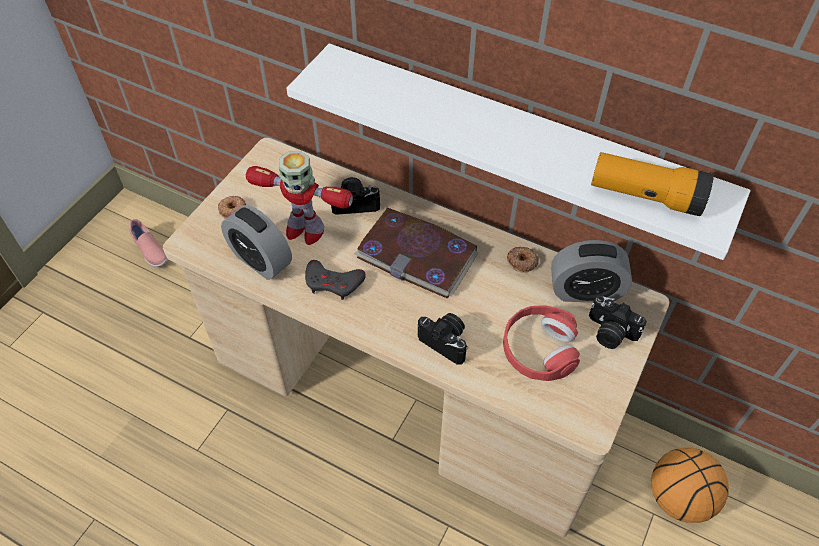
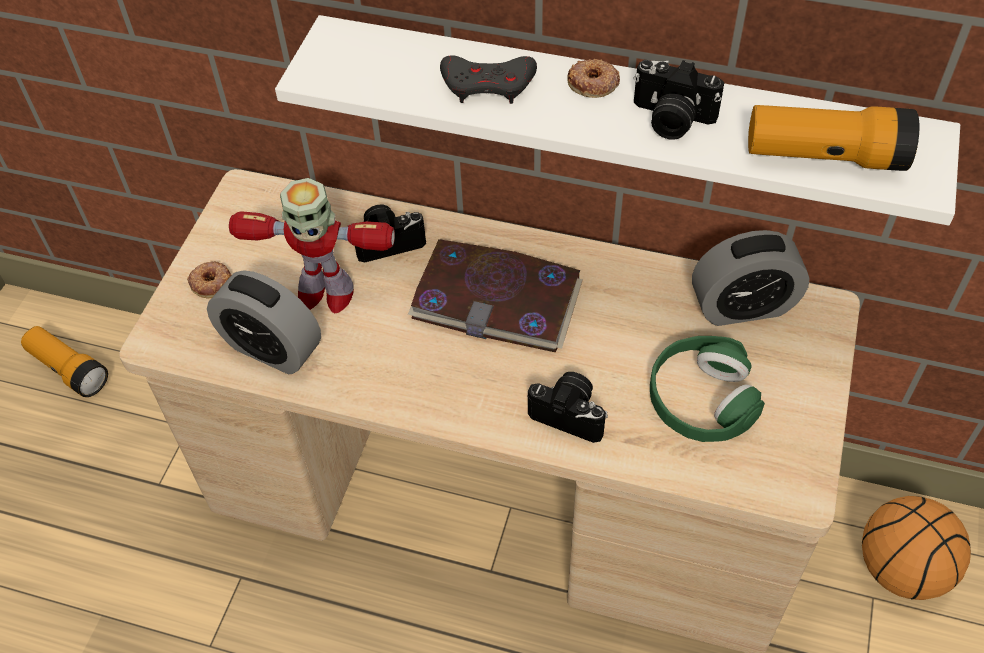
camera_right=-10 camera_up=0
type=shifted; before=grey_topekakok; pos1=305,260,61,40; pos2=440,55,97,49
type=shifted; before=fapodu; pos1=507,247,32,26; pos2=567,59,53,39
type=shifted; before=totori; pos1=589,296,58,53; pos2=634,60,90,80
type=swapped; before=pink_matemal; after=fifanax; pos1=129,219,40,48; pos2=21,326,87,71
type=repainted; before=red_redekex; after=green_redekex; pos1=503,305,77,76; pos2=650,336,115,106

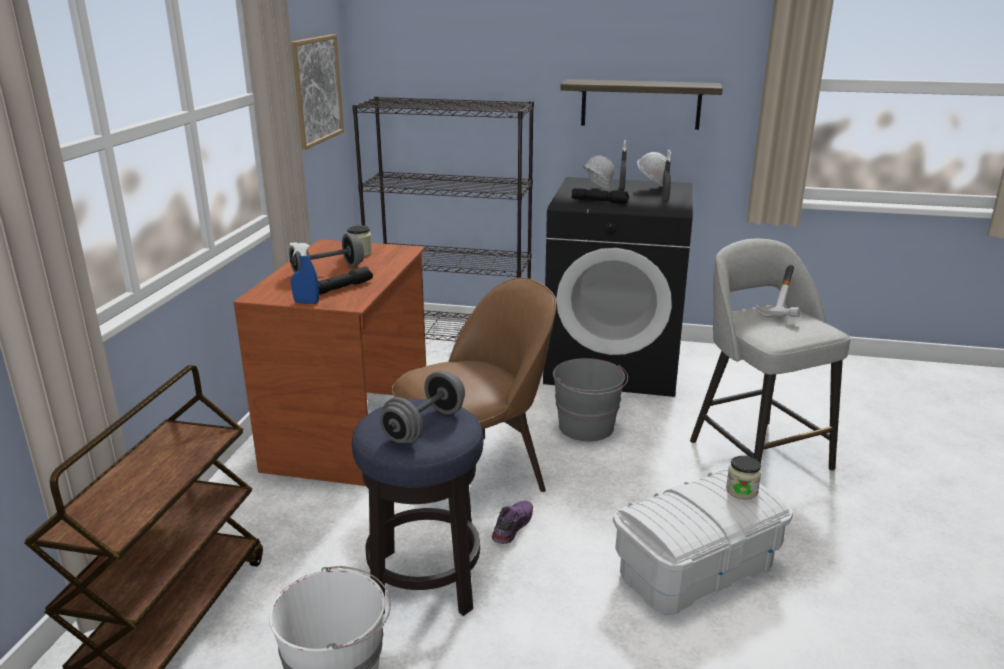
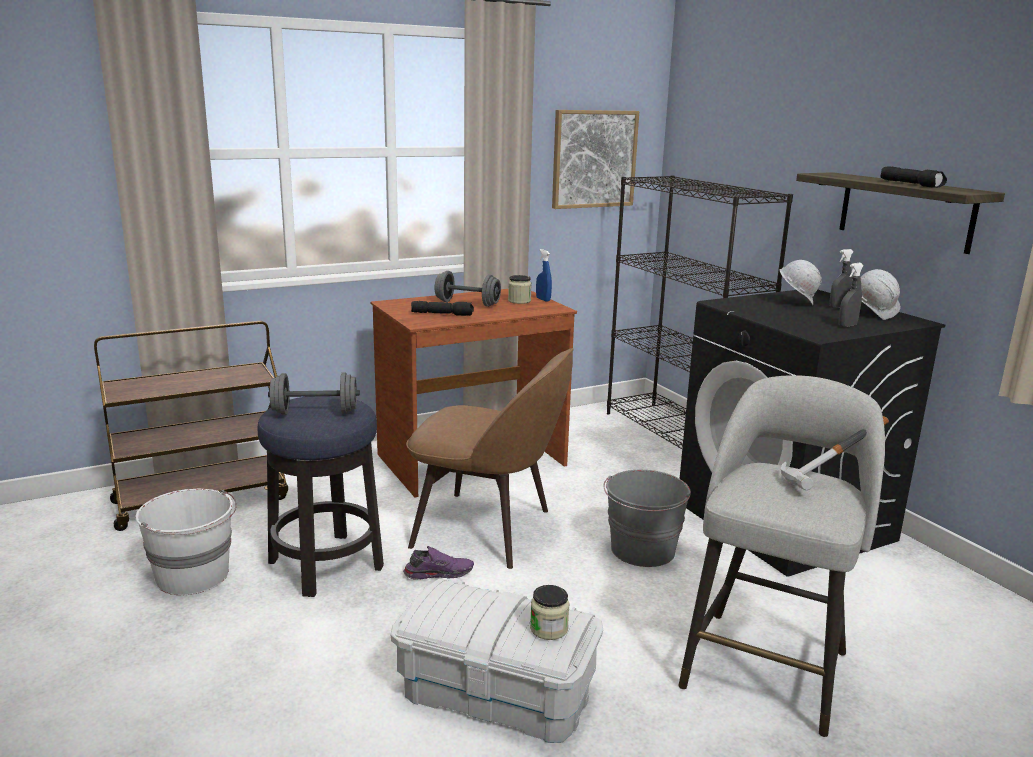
camera_right=50 camera_up=-5
type=shifted; before=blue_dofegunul; pos1=290,242,29,62; pos2=536,249,16,53
type=shifted; before=black_fifanax; pos1=571,188,58,16; pos2=880,166,67,22

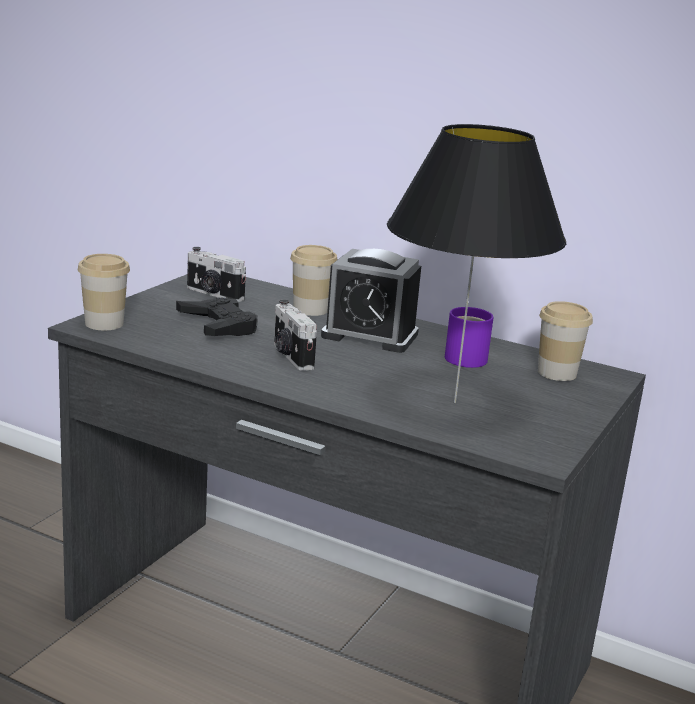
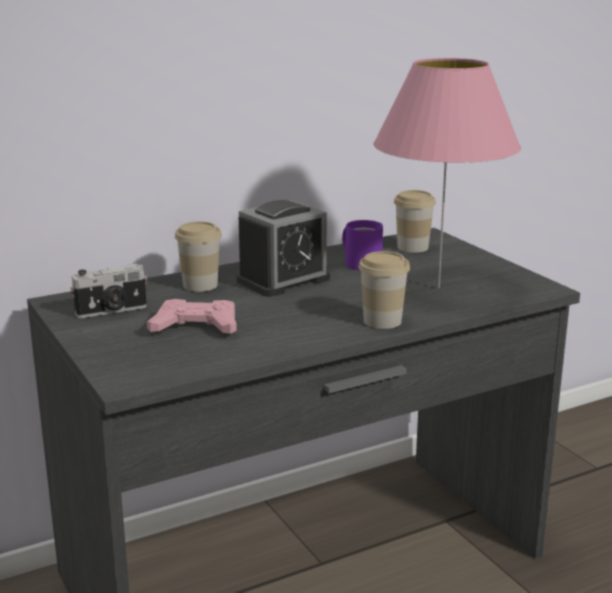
camera_right=-55 camera_up=0
type=gone; before=totori; pos1=274,299,43,72
type=shifted; before=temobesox; pos1=78,254,52,76; pos2=358,251,52,78
type=repainted; before=black_topekakok; after=pink_topekakok; pos1=176,297,82,39; pos2=147,299,90,35
type=repainted; before=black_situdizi; after=pink_situdizi; pos1=387,124,179,279; pos2=373,58,148,230

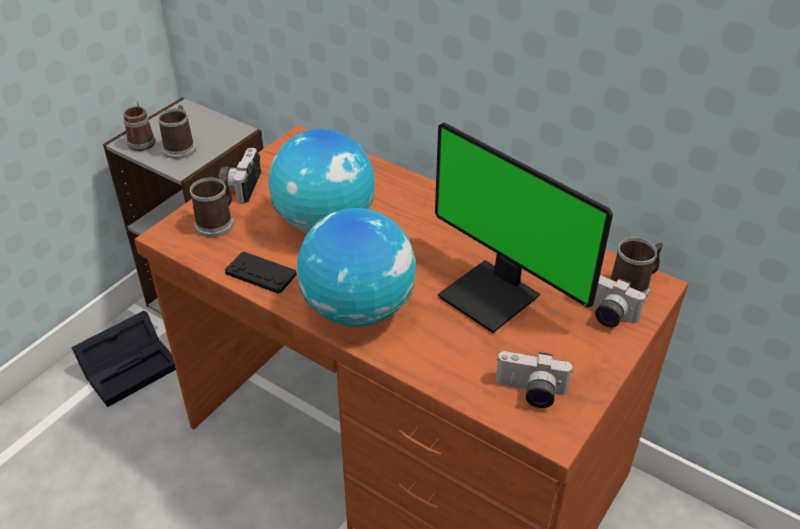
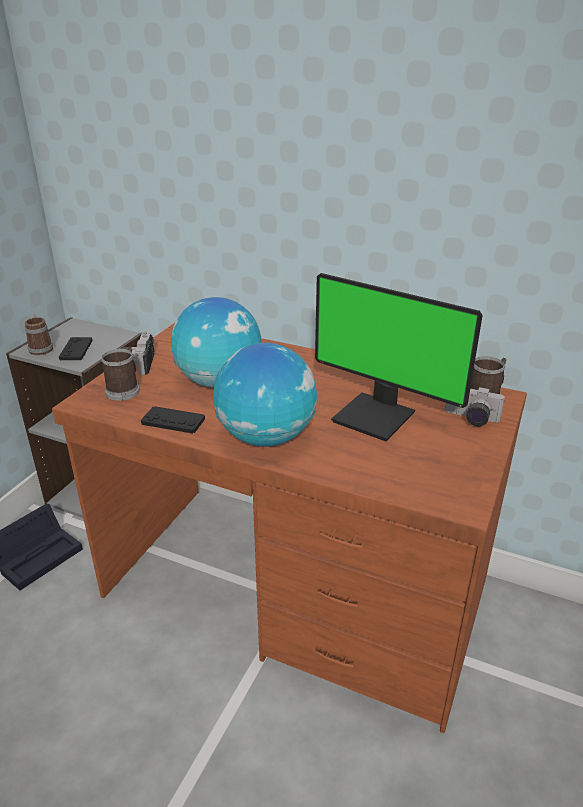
camera_right=-10 camera_up=-10
type=gone; before=totori; pos1=496,351,77,57
type=swapped; before=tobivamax; after=black_topekakok; pos1=158,105,38,54; pos2=59,337,34,23

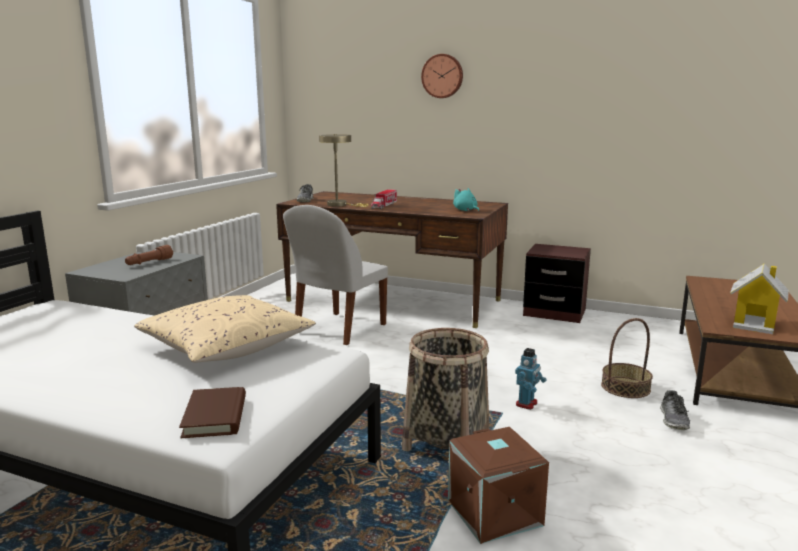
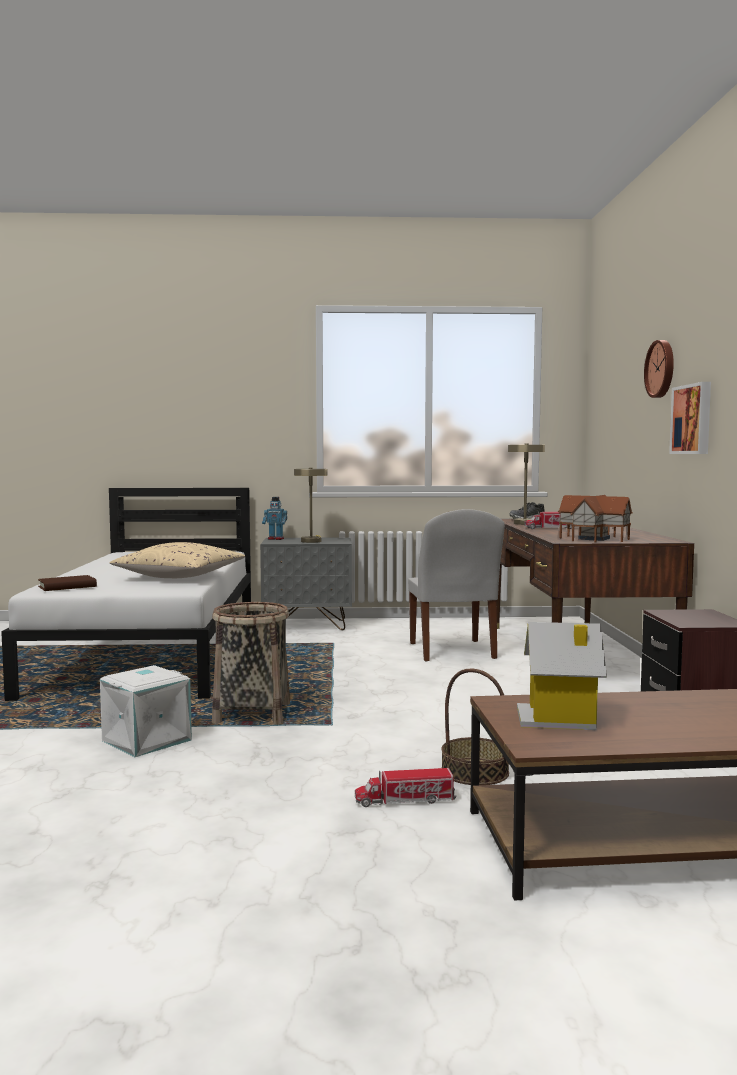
camera_right=65 camera_up=-10
type=new; after=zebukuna; pos2=669,382,42,72
type=shifted; before=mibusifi; pos1=515,348,31,62; pos2=262,497,25,43
type=swapped; before=brown_fifanax; after=beige_situdizi; pos1=125,245,48,20; pos2=294,468,34,75
type=swapped; before=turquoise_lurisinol; after=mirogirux; pos1=453,188,26,23; pos2=558,495,75,48
type=swapped; before=matemal; after=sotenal; pos1=660,390,30,40; pos2=355,768,101,39
type=repainted; before=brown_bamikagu; after=white_bamikagu; pos1=448,427,101,117; pos2=100,665,92,92
type=rotated; before=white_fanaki; pos1=283,205,105,140; pos2=408,509,97,152; turn=-105

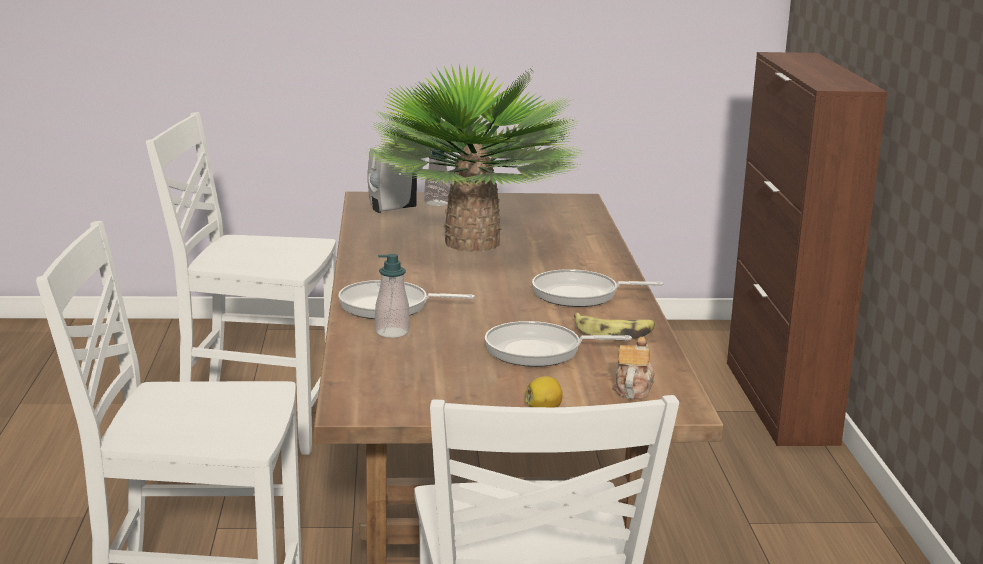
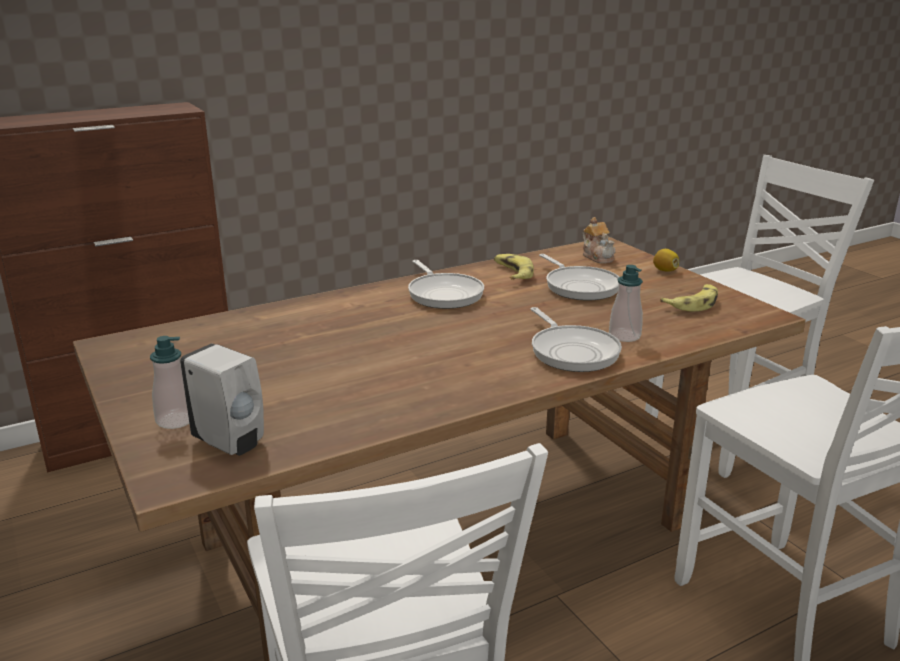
camera_right=-115 camera_up=5
type=gone; before=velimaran; pos1=367,64,217,188
type=new; after=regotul; pos2=660,284,58,27
type=rotated; before=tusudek; pos1=612,337,43,62; pos2=583,217,32,47; turn=-105

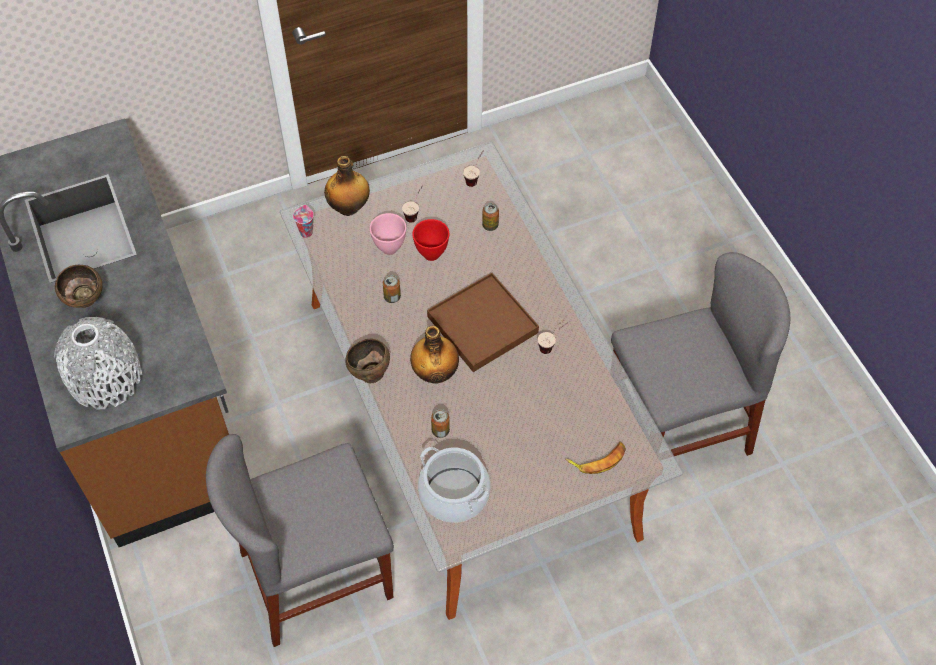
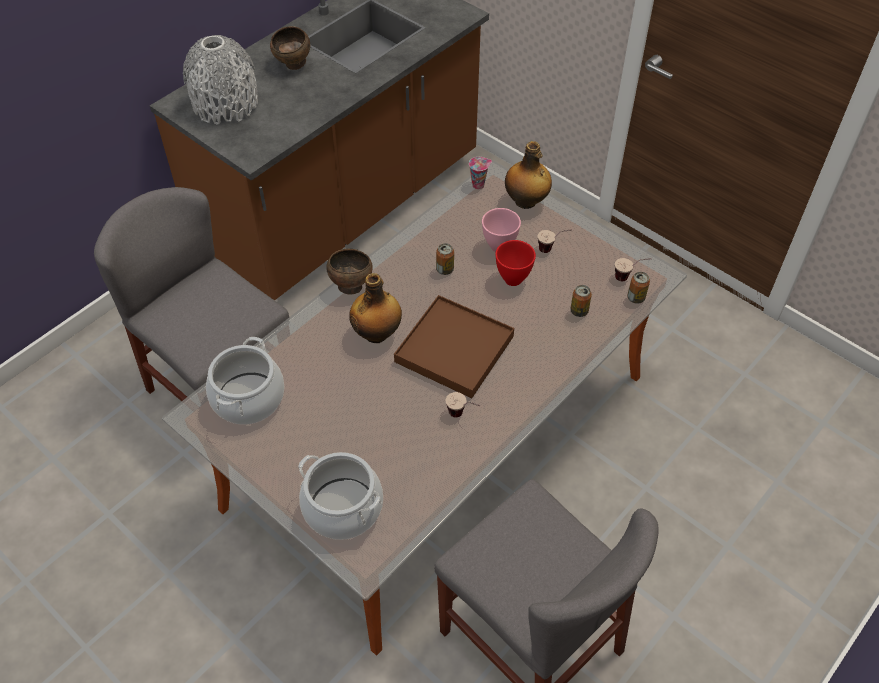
camera_right=65 camera_up=-5
type=shifted; before=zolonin; pos1=431,409,19,29; pos2=627,272,23,32
type=swapped; before=regotul; after=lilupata; pos1=565,442,61,32; pos2=298,452,85,88

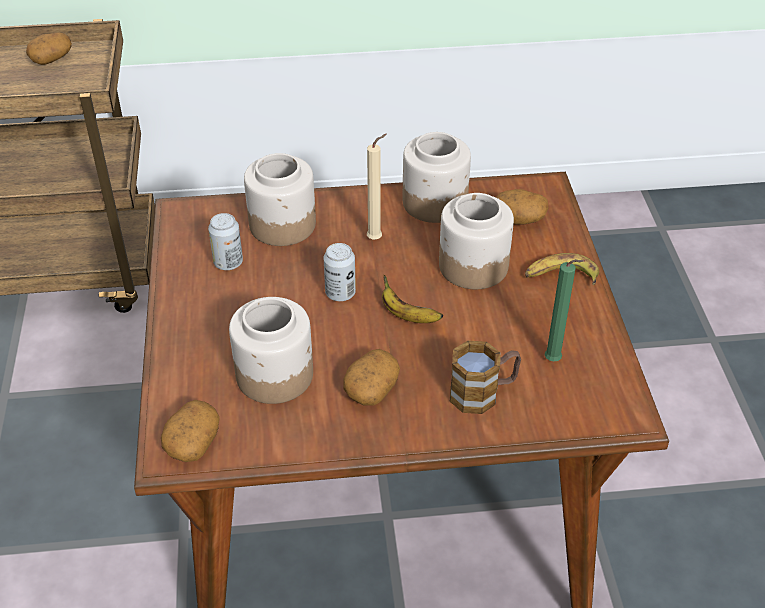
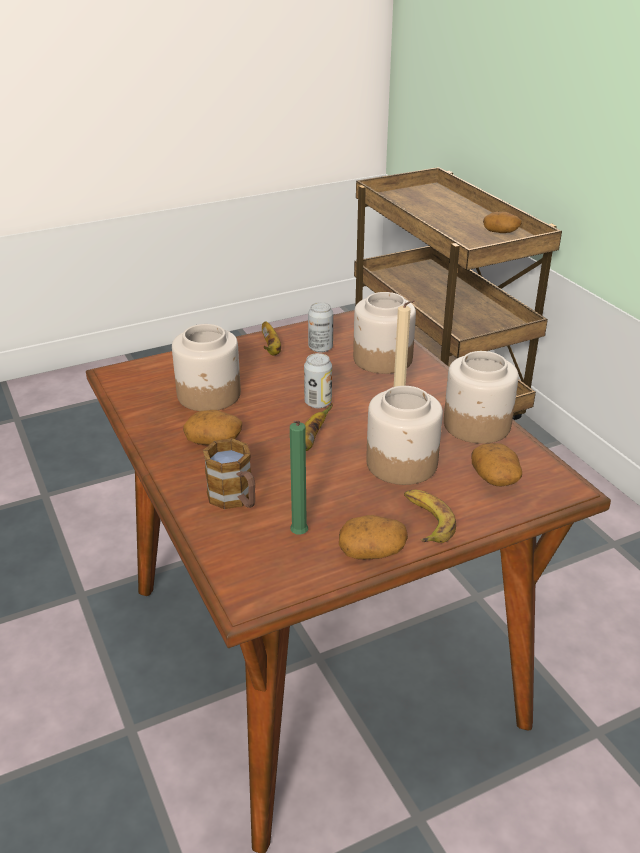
camera_right=70 camera_up=-10
type=new; after=regotul; pos2=262,322,19,34
type=shifted; before=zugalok; pos1=161,400,59,62; pos2=339,515,69,44

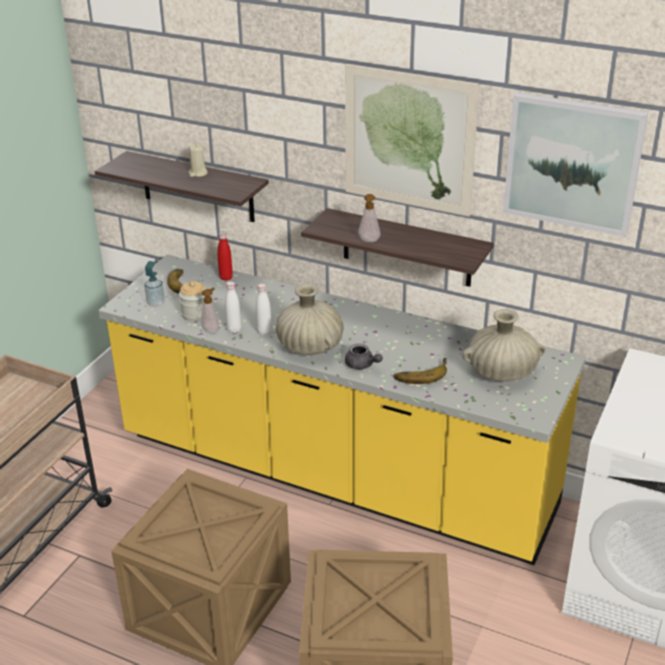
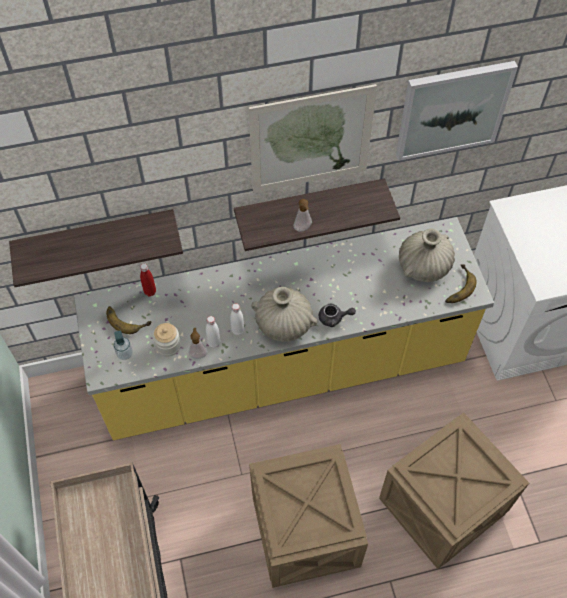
camera_right=-40 camera_up=25
type=gone; before=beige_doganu; pos1=189,144,19,33
type=shifted; before=regotul; pos1=393,358,54,26; pos2=445,265,32,38

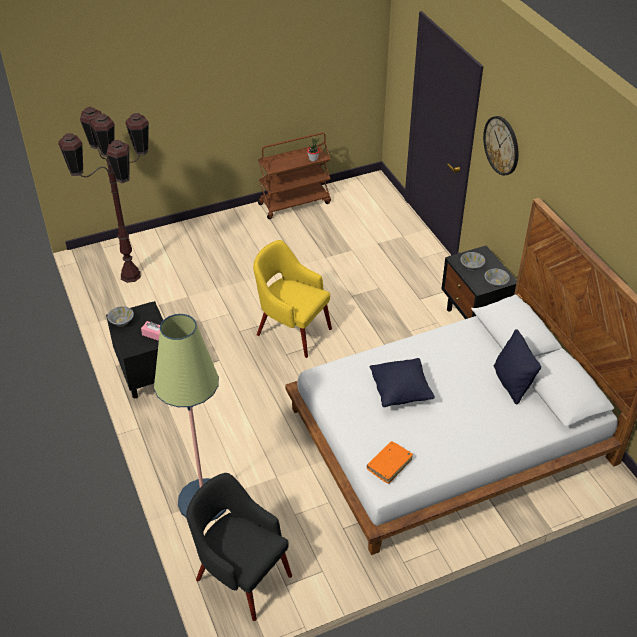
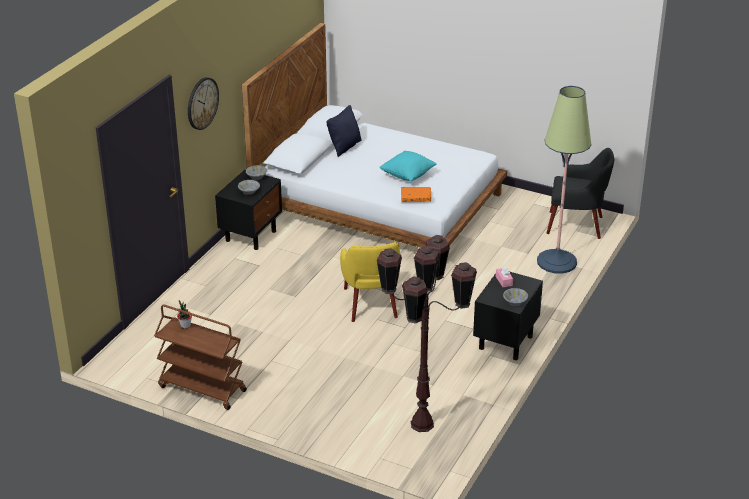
camera_right=-130 camera_up=-10
type=shifted; before=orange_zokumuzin; pos1=367,441,46,43; pos2=401,187,30,15
type=repainted; before=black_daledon; after=turquoise_daledon; pos1=370,358,65,49; pos2=380,151,57,30
type=rotated; before=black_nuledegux; pos1=186,473,106,148; pos2=546,148,68,91; turn=-75

